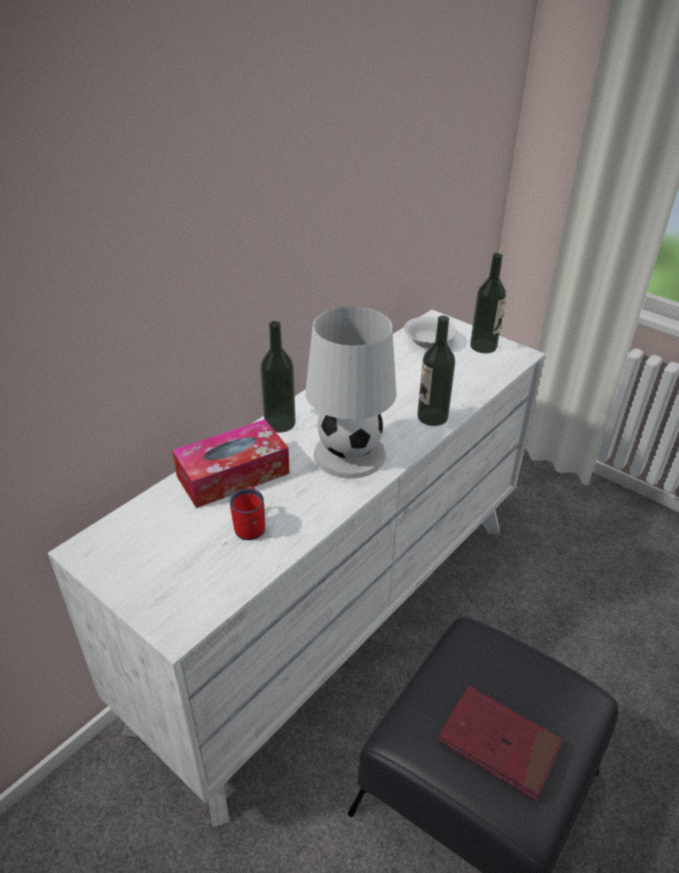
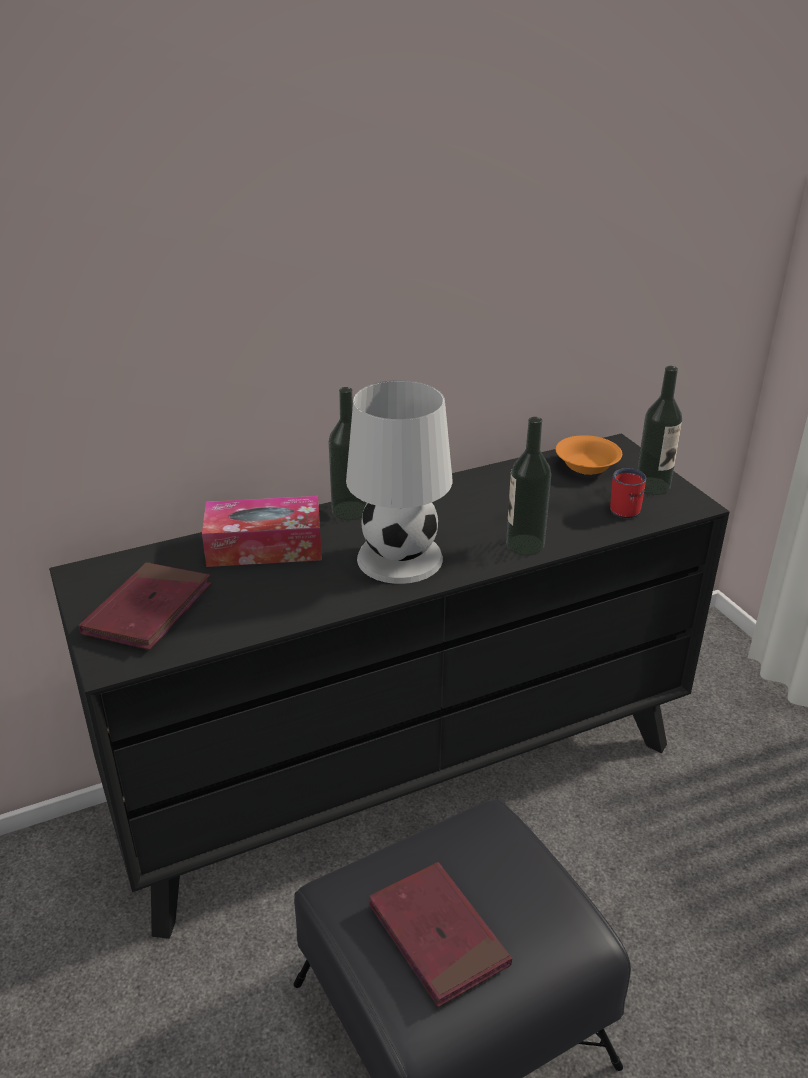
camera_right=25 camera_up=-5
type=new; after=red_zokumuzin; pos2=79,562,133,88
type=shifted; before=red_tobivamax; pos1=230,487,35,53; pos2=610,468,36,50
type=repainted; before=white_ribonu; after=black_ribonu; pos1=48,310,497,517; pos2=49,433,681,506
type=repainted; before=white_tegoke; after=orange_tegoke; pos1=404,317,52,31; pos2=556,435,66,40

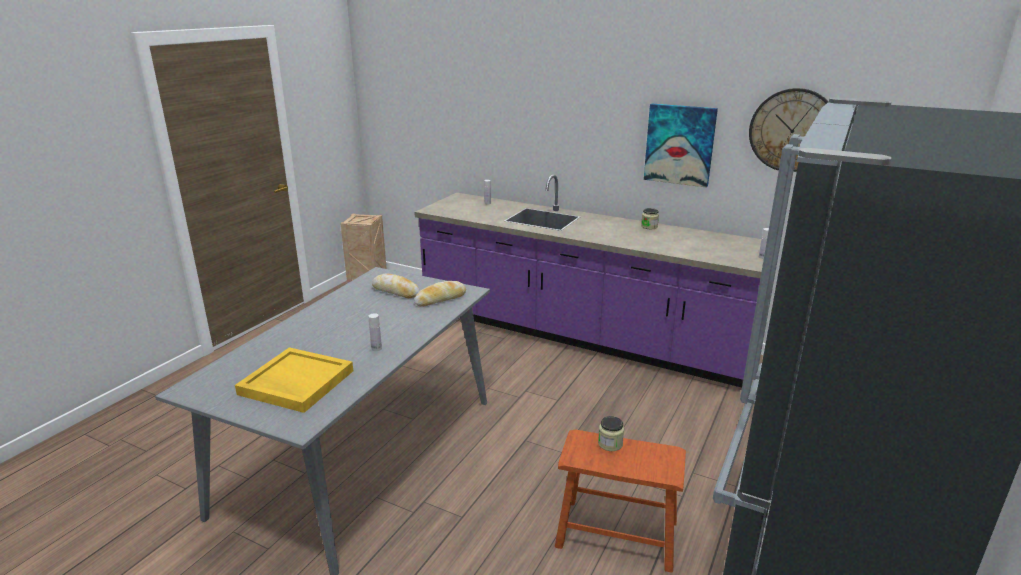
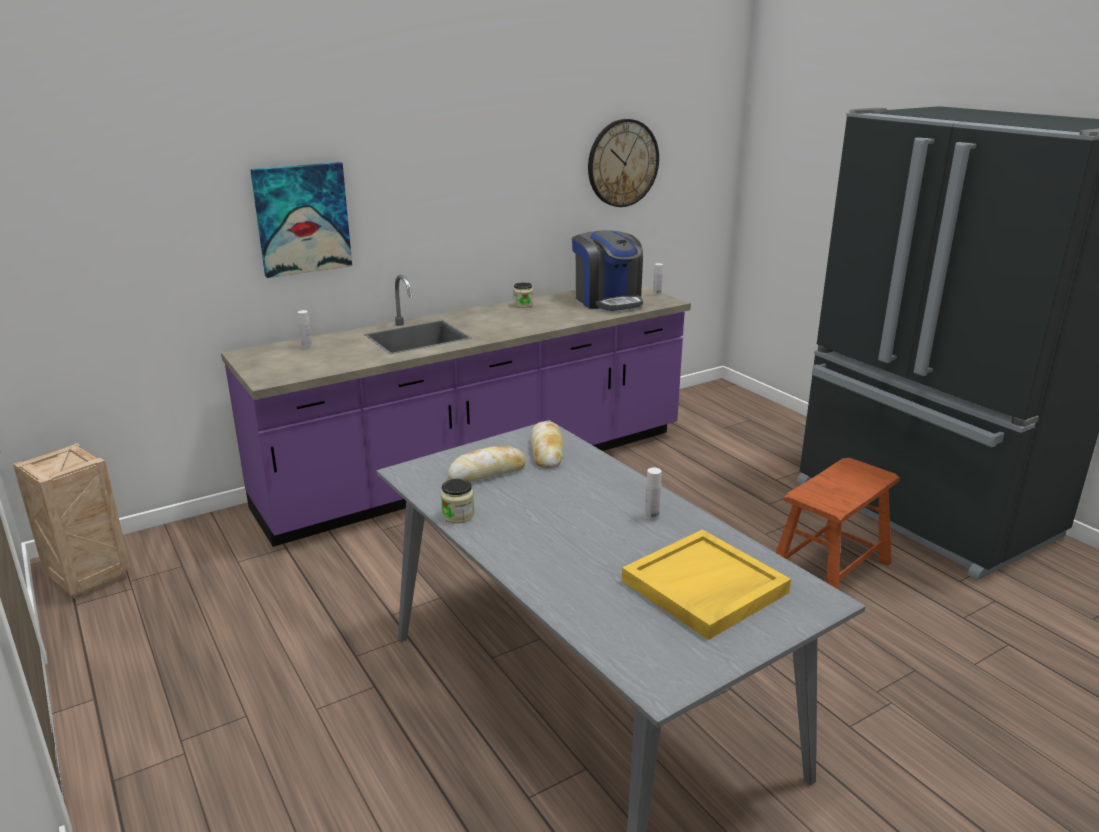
camera_right=-60 camera_up=0
type=new; after=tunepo; pos2=572,230,71,81
type=shifted; before=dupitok; pos1=598,416,26,35; pos2=441,479,33,44
type=shifted; before=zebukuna; pos1=644,104,74,84; pos2=250,162,102,116

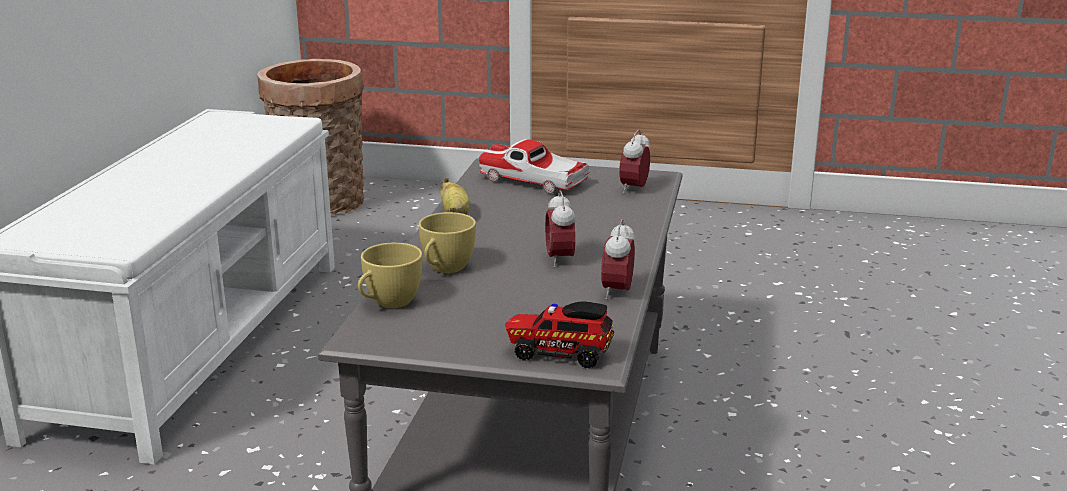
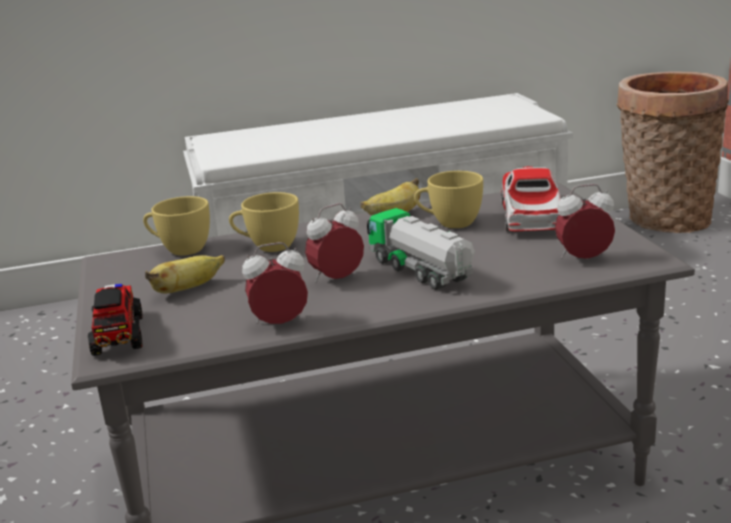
camera_right=65 camera_up=0
type=new; after=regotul; pos2=145,255,80,38
type=new; after=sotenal; pos2=367,208,108,82
type=new; after=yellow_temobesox; pos2=414,171,69,57

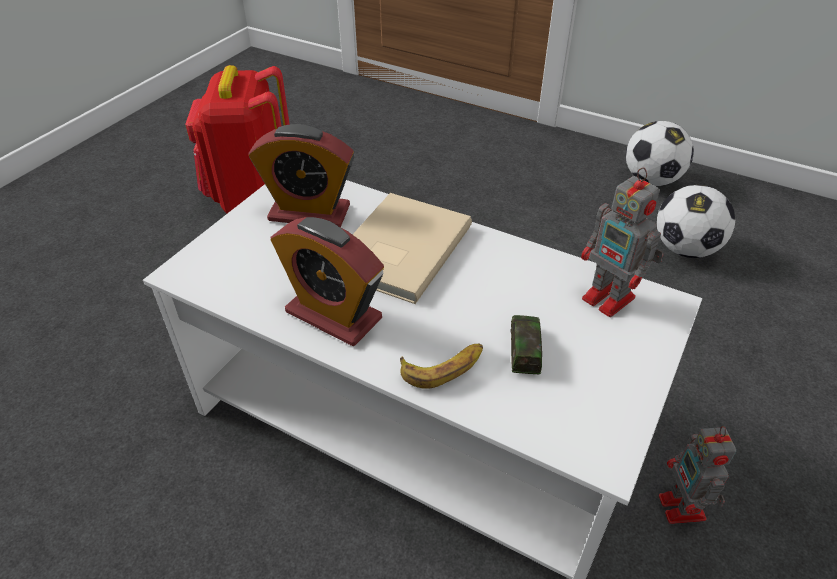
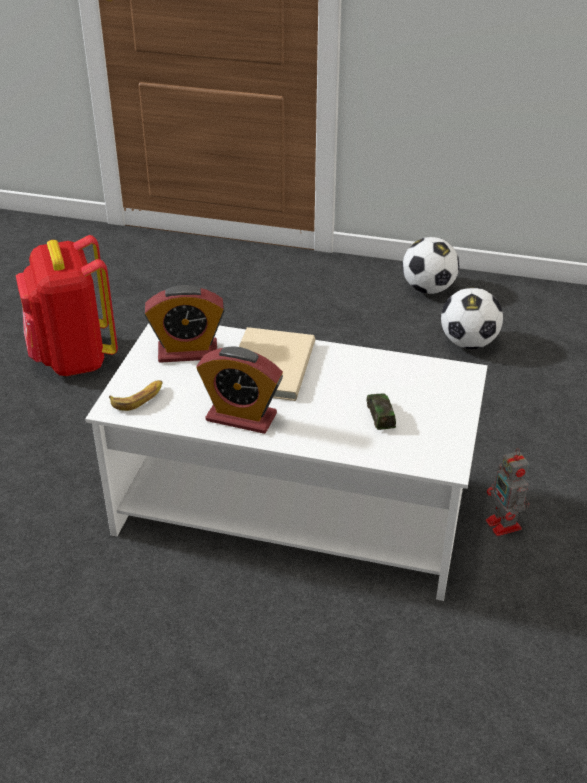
camera_right=-15 camera_up=-5
type=gone; before=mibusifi; pos1=581,167,83,150
type=shifted; before=regotul; pos1=400,343,83,46; pos2=109,380,53,31

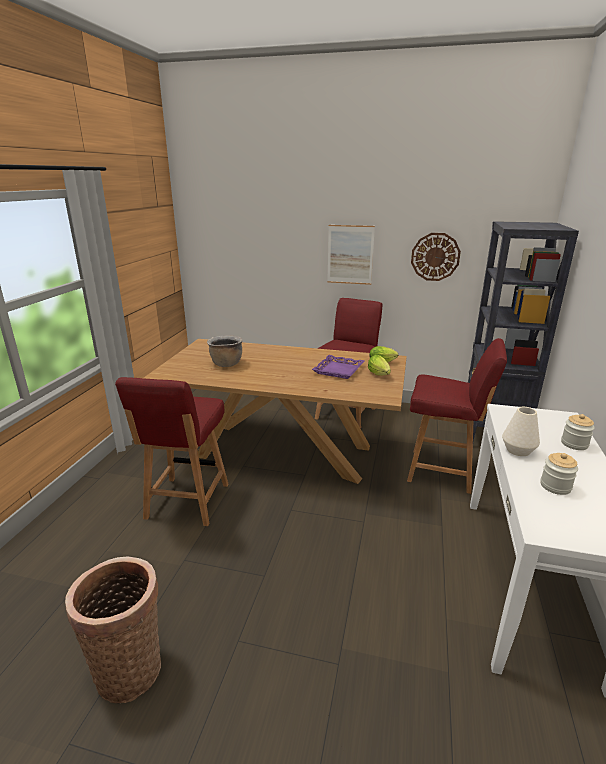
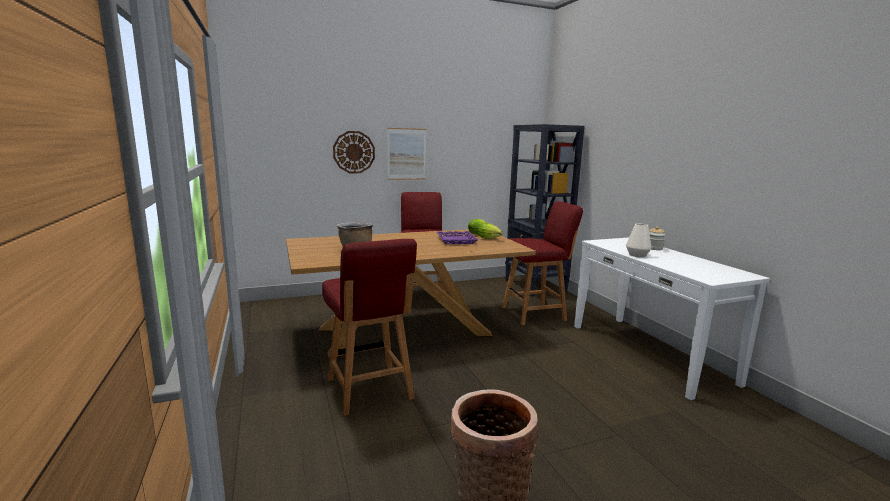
camera_right=-35 camera_up=-10
type=gone; before=dupitok; pos1=541,453,37,42
type=shifted; before=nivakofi; pos1=411,233,50,48; pos2=333,131,42,42

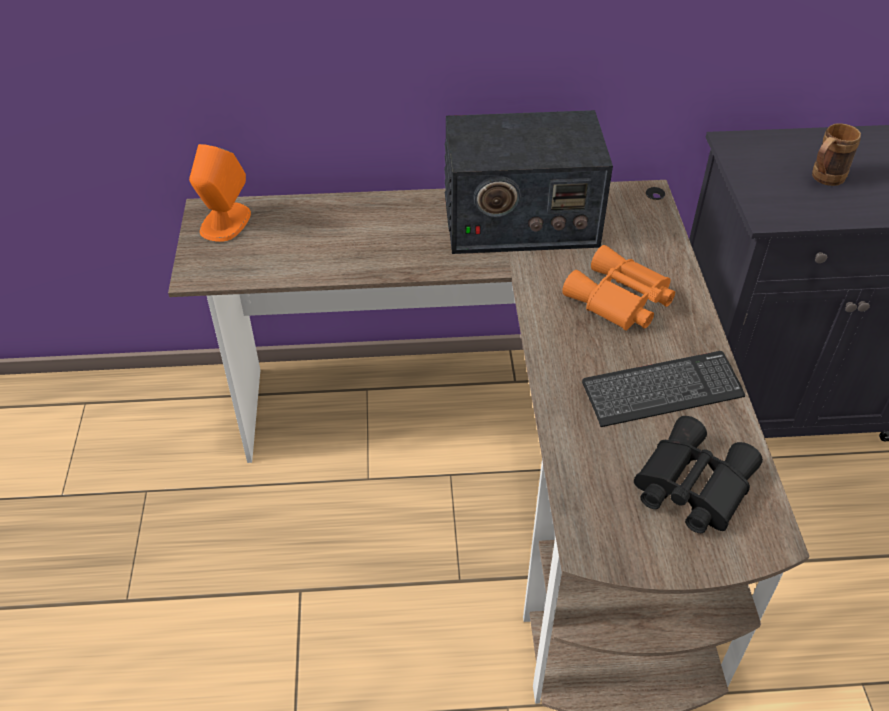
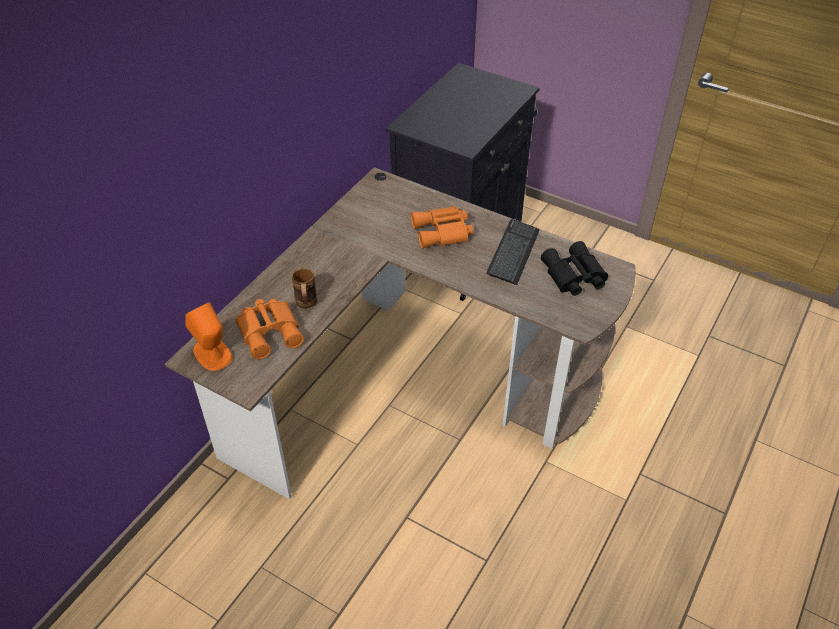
camera_right=-55 camera_up=0
type=gone; before=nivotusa; pos1=444,110,169,144
type=new; after=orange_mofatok; pos2=236,299,68,60
type=shifted; before=brown_tobivamax; pos1=812,123,49,63; pos2=292,268,25,40

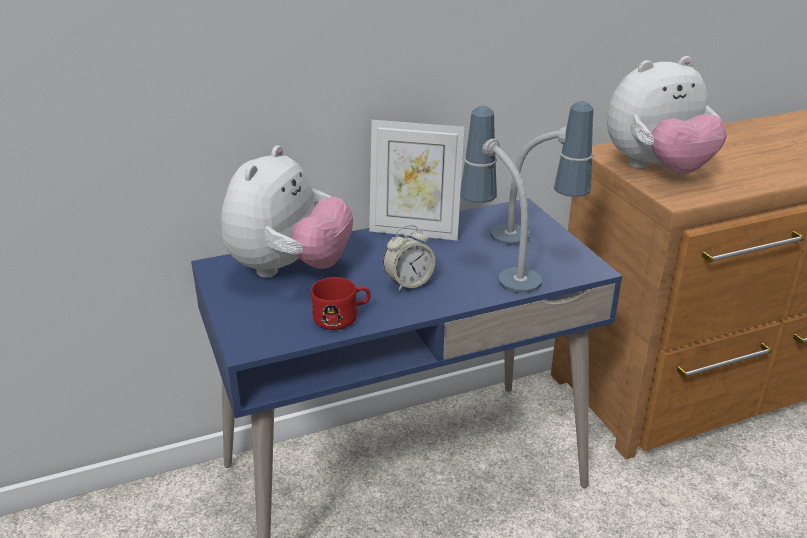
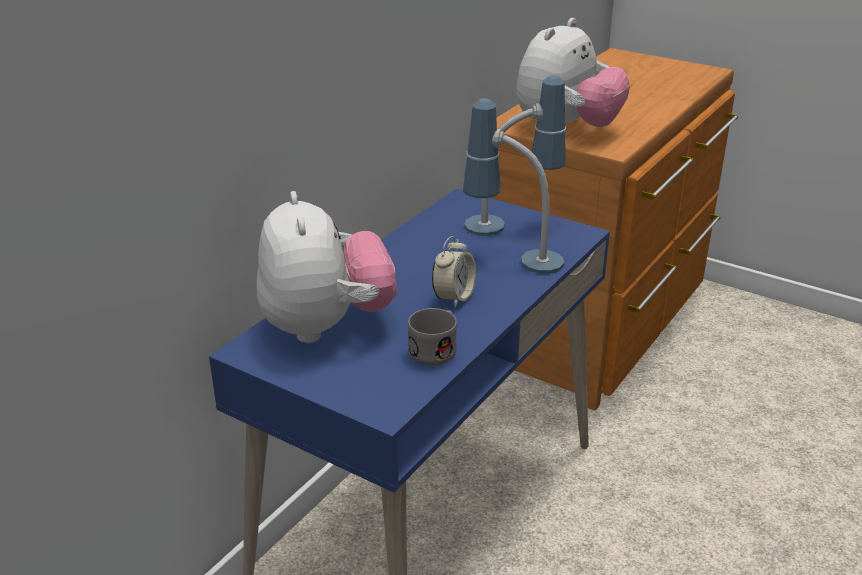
camera_right=-35 camera_up=0
type=gone; before=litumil; pos1=369,120,96,120
type=repainted; before=red_tobivamax; after=grey_tobivamax; pos1=311,277,60,53; pos2=408,308,49,58

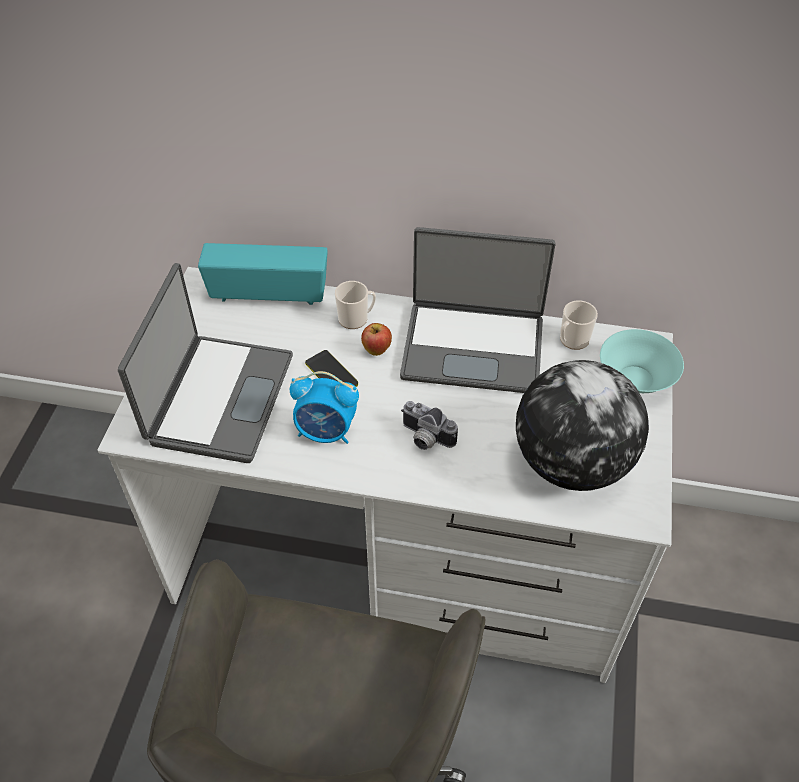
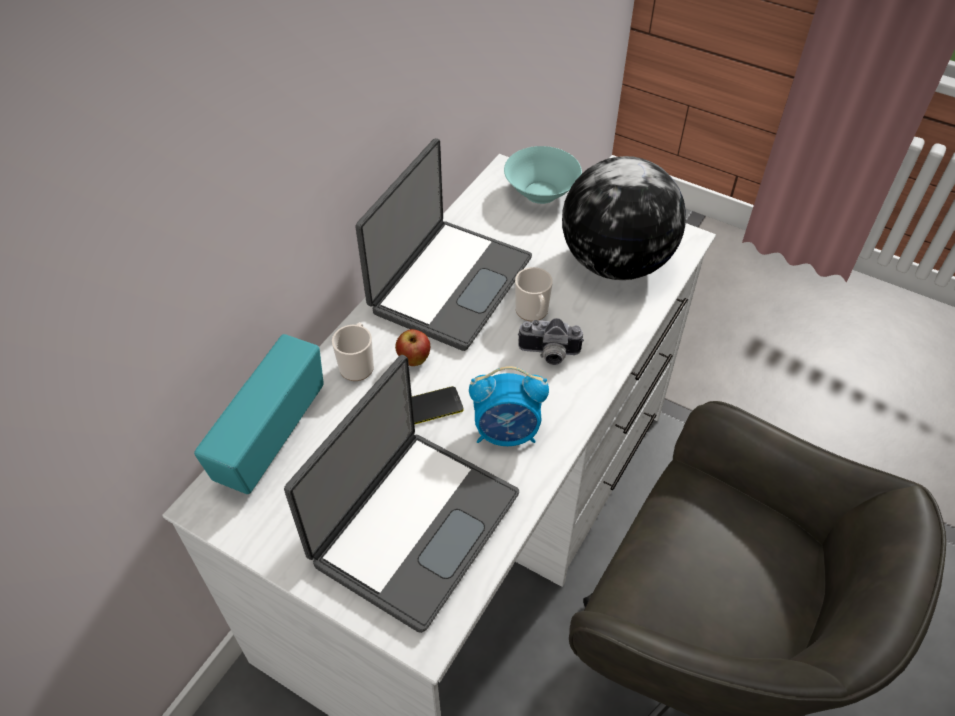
camera_right=-70 camera_up=0
type=shifted; before=tobivamax; pos1=560,300,38,50; pos2=515,267,38,55
type=rotated; before=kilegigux; pos1=118,263,175,200; pos2=284,355,235,278; turn=90
type=rotated; before=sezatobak; pos1=290,371,69,73; pos2=469,366,80,80; turn=60
type=rotated; before=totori; pos1=401,401,57,49; pos2=517,318,67,47; turn=45

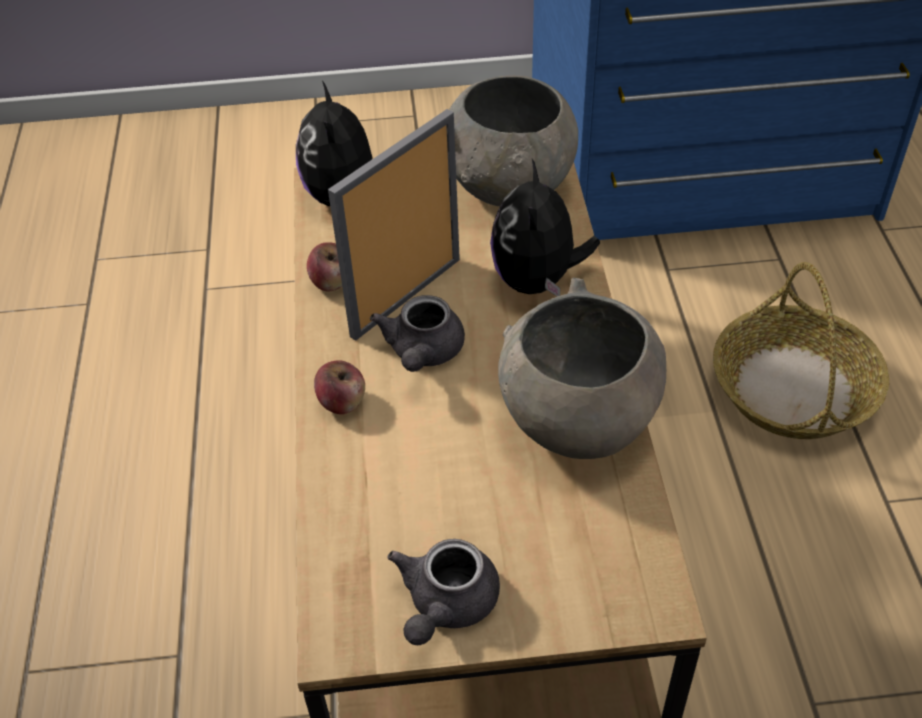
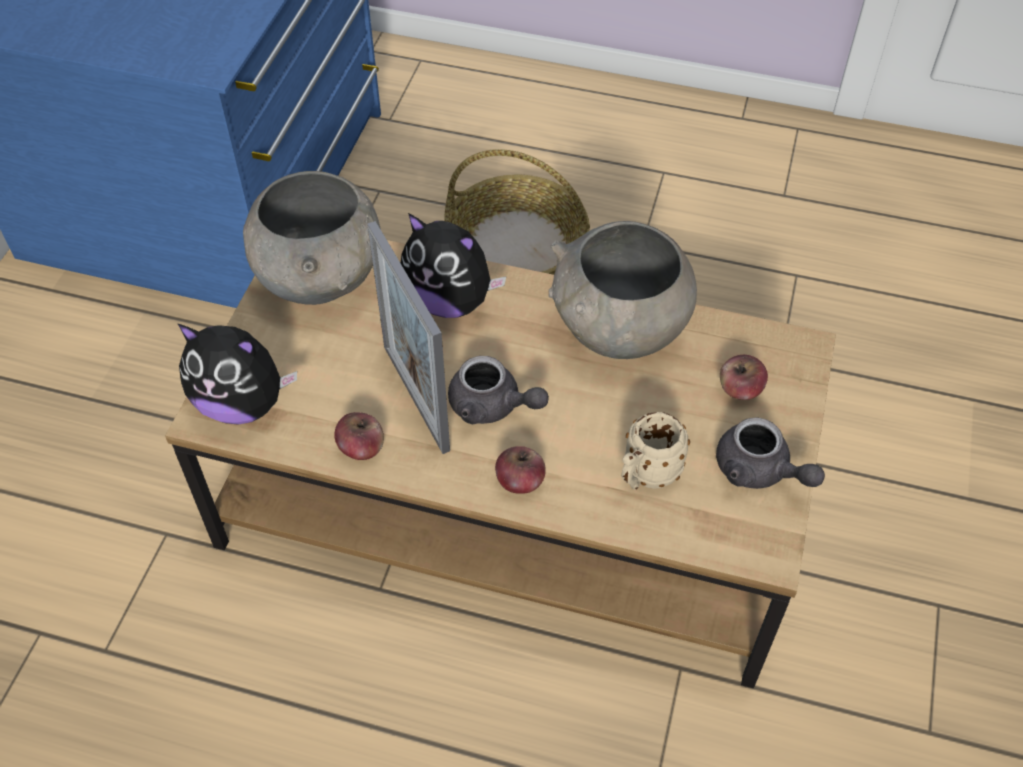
camera_right=-70 camera_up=5
type=new; after=beige_tobivamax; pos2=621,412,69,78
type=new; after=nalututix; pos2=720,355,48,45

